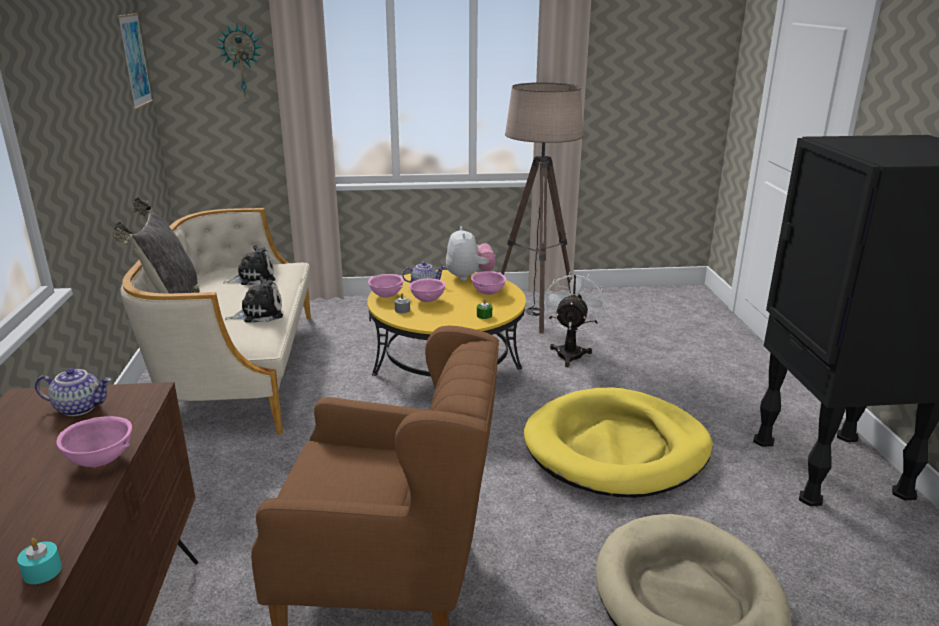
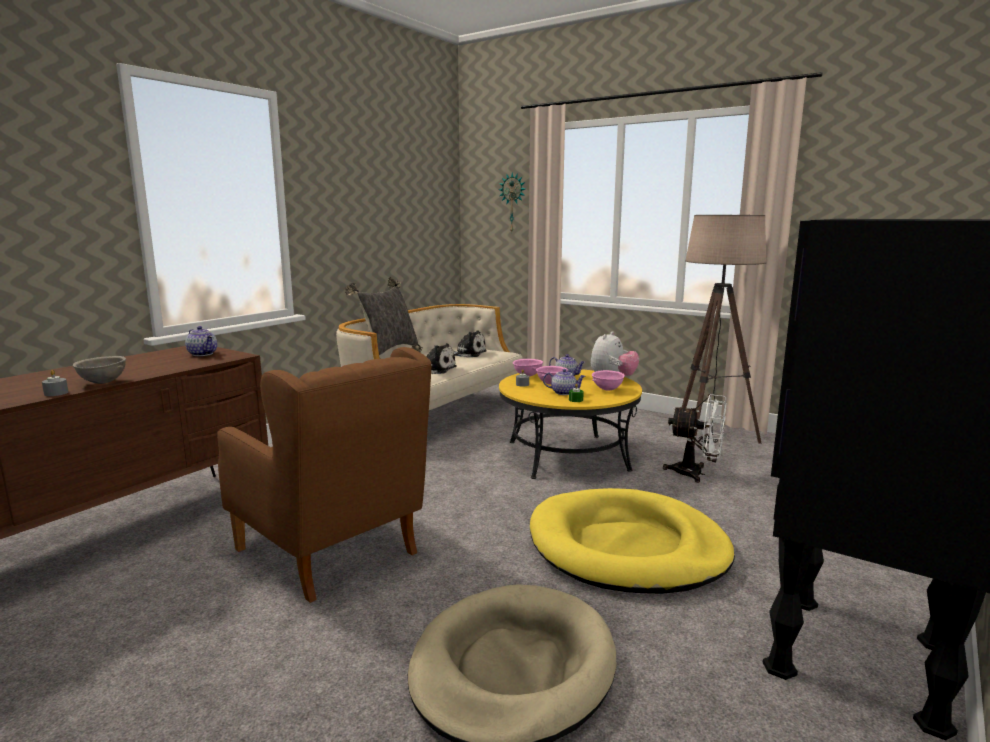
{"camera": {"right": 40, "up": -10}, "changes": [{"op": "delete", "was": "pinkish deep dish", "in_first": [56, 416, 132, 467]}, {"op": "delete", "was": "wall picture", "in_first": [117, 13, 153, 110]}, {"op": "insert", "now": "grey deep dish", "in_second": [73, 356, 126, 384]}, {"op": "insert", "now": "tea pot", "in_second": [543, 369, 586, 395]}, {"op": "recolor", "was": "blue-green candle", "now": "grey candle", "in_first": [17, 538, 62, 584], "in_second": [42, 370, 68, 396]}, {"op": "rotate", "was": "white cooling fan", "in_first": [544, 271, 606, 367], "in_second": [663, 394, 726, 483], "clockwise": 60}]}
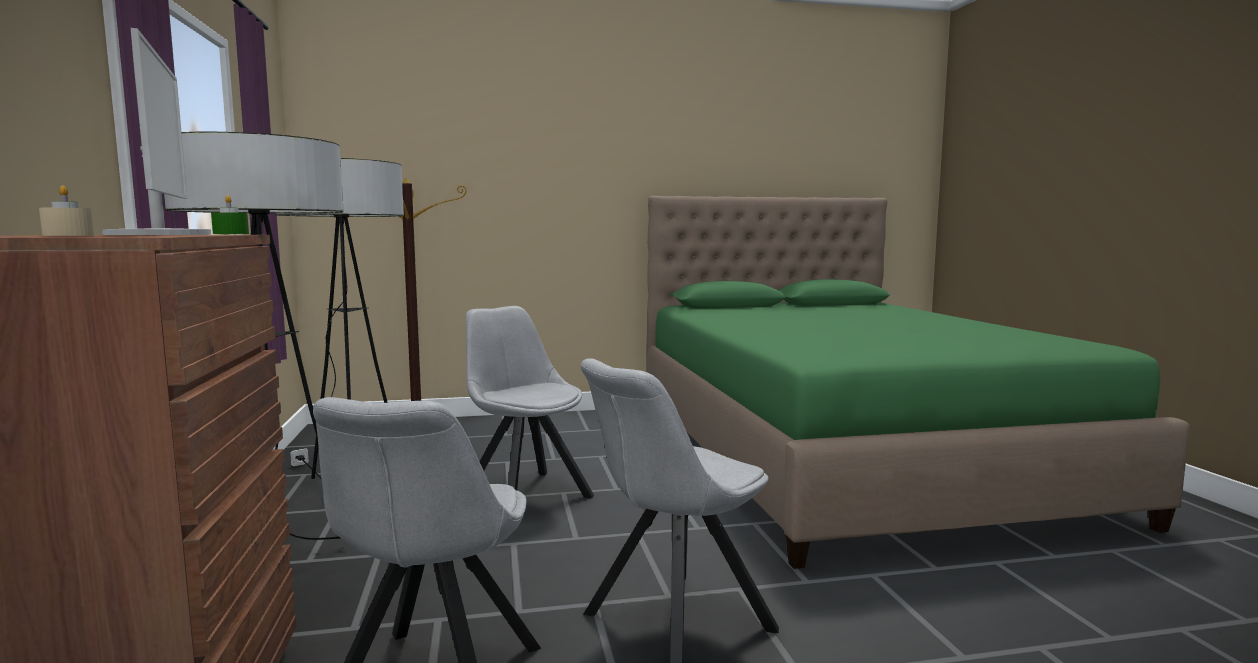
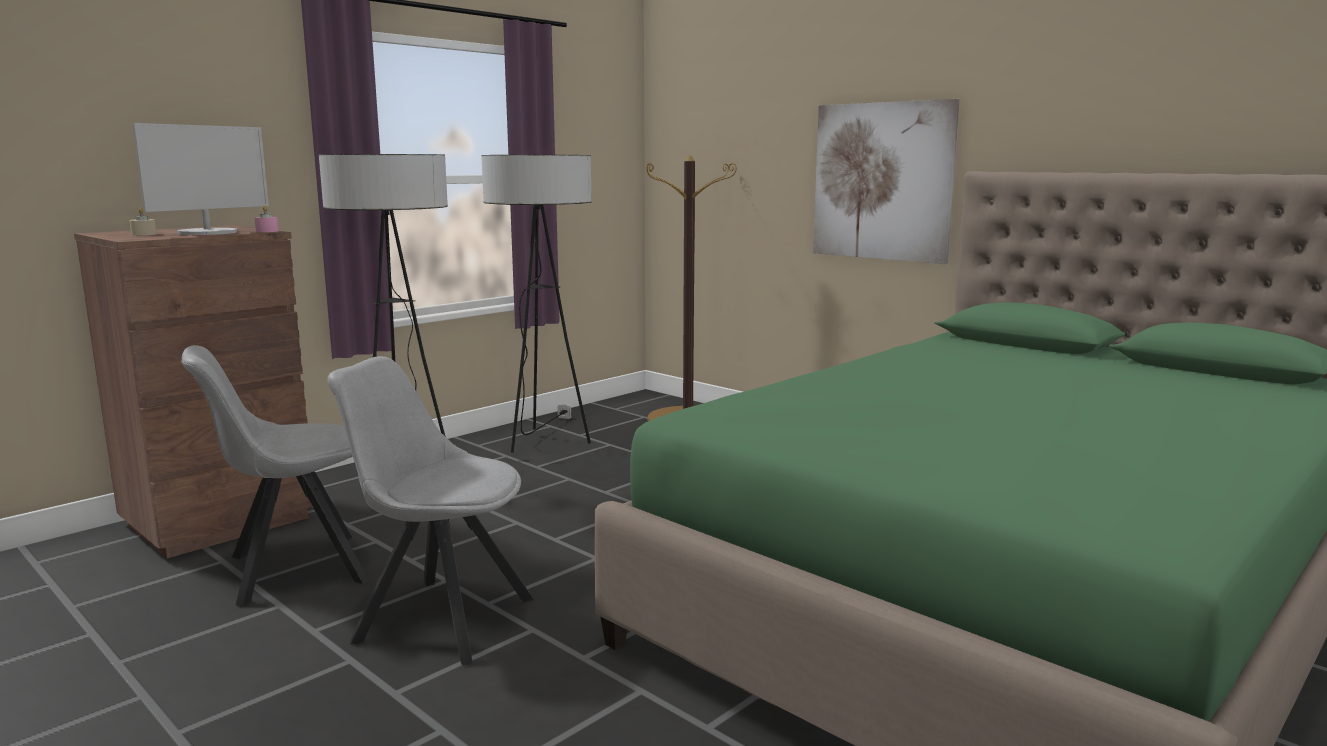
{"camera": {"right": 55, "up": 5}, "changes": [{"op": "delete", "was": "grey upright chair", "in_first": [466, 306, 594, 498]}, {"op": "insert", "now": "wall picture", "in_second": [813, 99, 960, 264]}, {"op": "recolor", "was": "green-coloured candle", "now": "pinkish candle", "in_first": [211, 195, 249, 234], "in_second": [255, 206, 279, 232]}]}
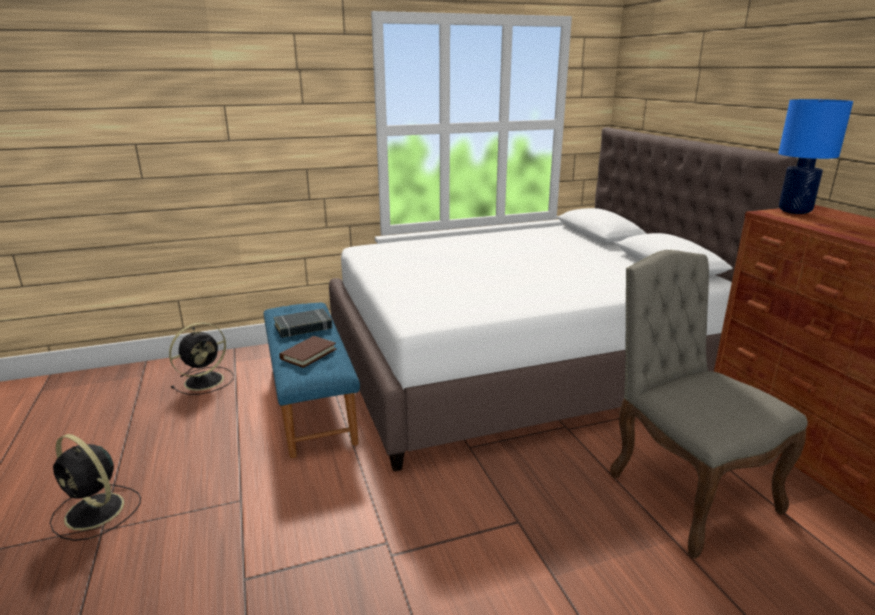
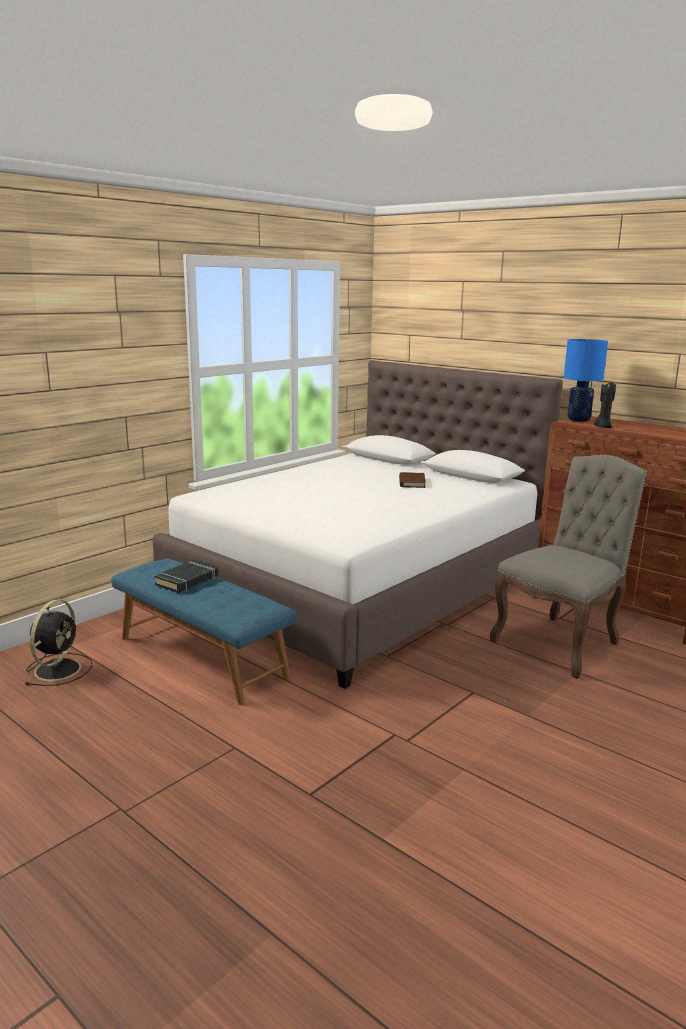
{"camera": {"right": -30, "up": -5}, "changes": [{"op": "delete", "was": "black-coloured cooling fan", "in_first": [50, 434, 141, 541]}, {"op": "insert", "now": "black-coloured candle", "in_second": [594, 382, 616, 428]}, {"op": "move", "was": "brownish volume", "in_first": [279, 336, 336, 368], "in_second": [399, 472, 426, 488]}, {"op": "rotate", "was": "grey upright chair", "in_first": [610, 250, 808, 559], "in_second": [490, 455, 647, 679], "clockwise": 105}]}
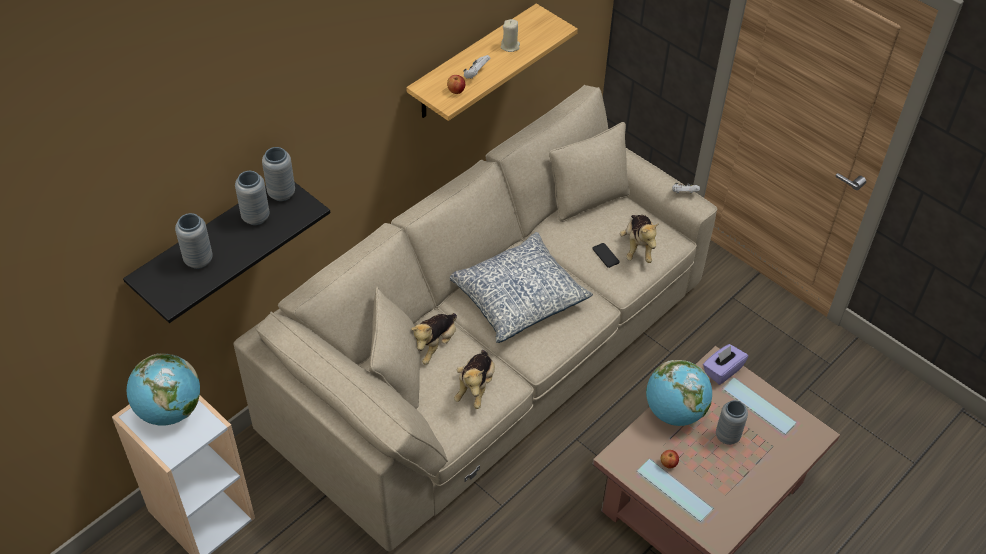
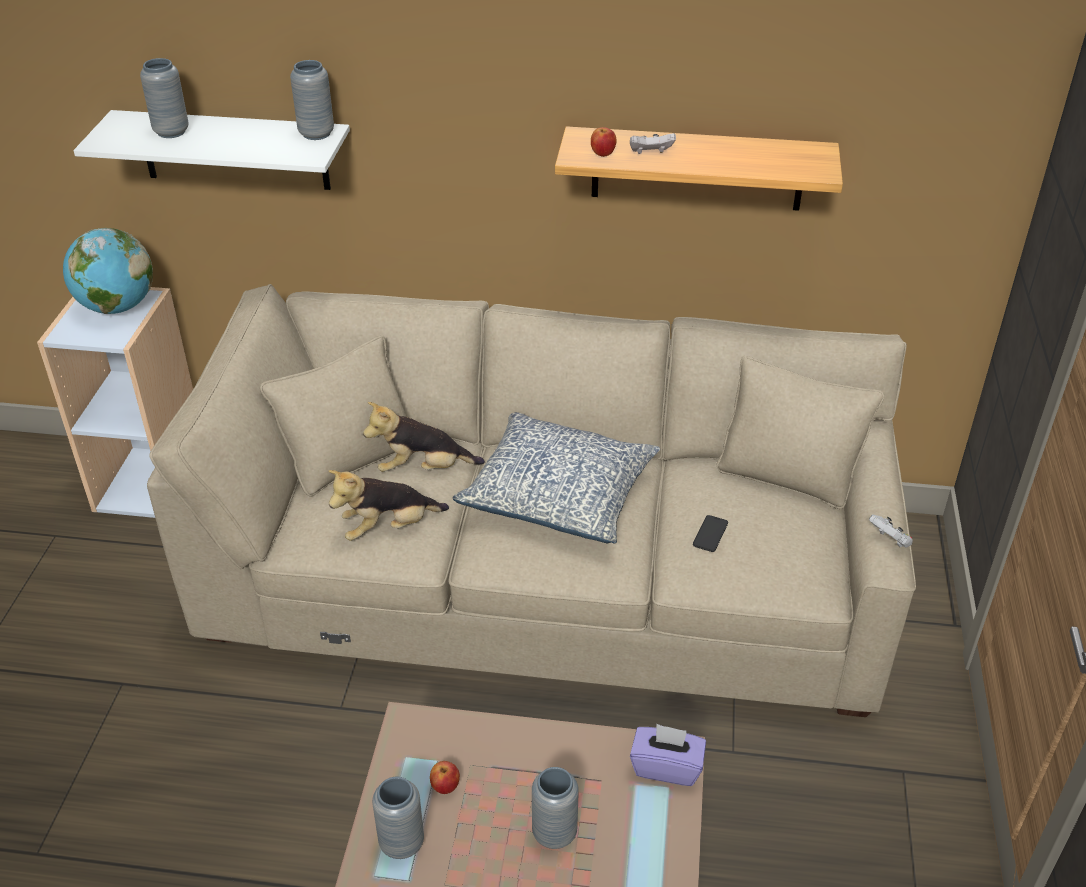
{"camera": {"right": 55, "up": -10}, "changes": [{"op": "delete", "was": "beige candle", "in_first": [501, 19, 520, 52]}, {"op": "delete", "was": "soft toy", "in_first": [620, 215, 659, 263]}, {"op": "delete", "was": "world globe", "in_first": [646, 360, 712, 426]}, {"op": "move", "was": "grey decorative vase", "in_first": [235, 171, 269, 225], "in_second": [372, 777, 424, 859]}, {"op": "recolor", "was": "black-coloured bracket shelf", "now": "white bracket shelf", "in_first": [123, 182, 330, 323], "in_second": [74, 110, 350, 190]}]}
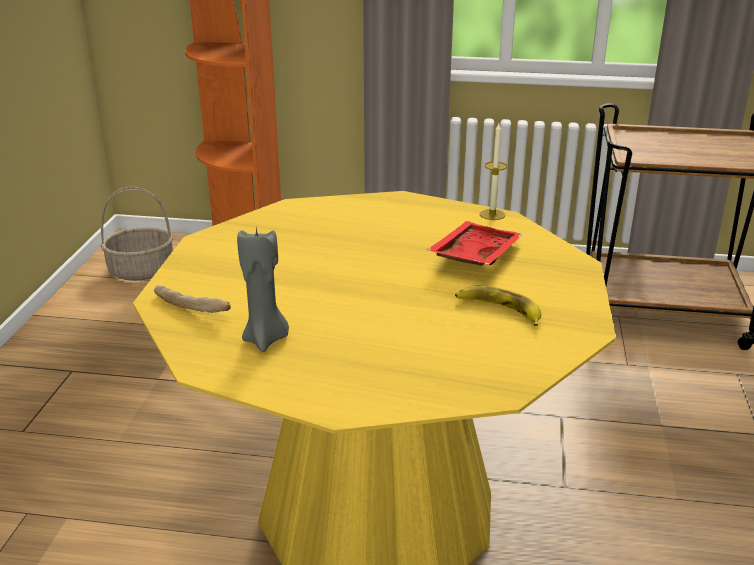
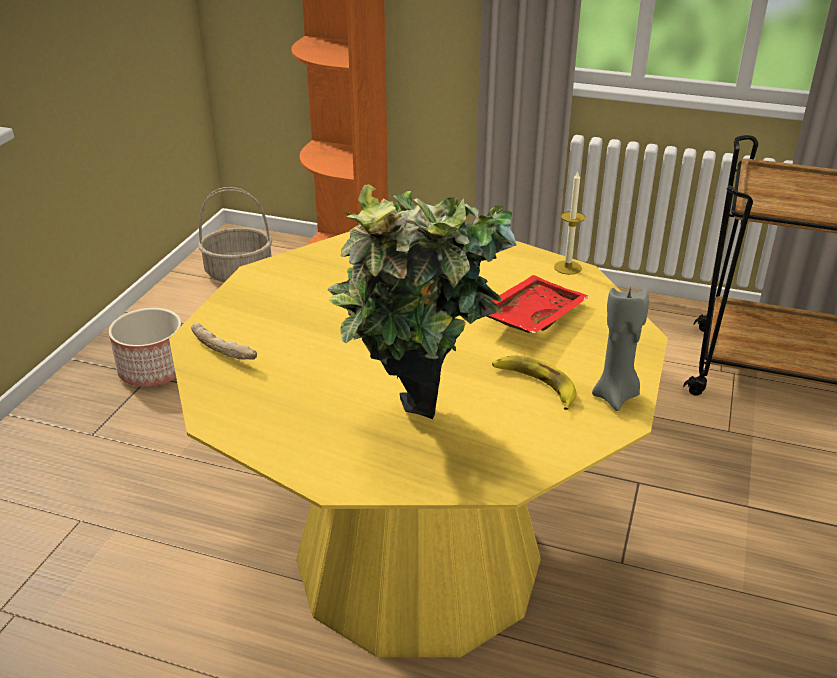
{"camera": {"right": 10, "up": 5}, "changes": [{"op": "insert", "now": "flower pot", "in_second": [109, 308, 182, 387]}, {"op": "insert", "now": "houseplant", "in_second": [327, 184, 517, 419]}, {"op": "move", "was": "grey candle", "in_first": [237, 228, 289, 352], "in_second": [592, 286, 649, 411]}]}
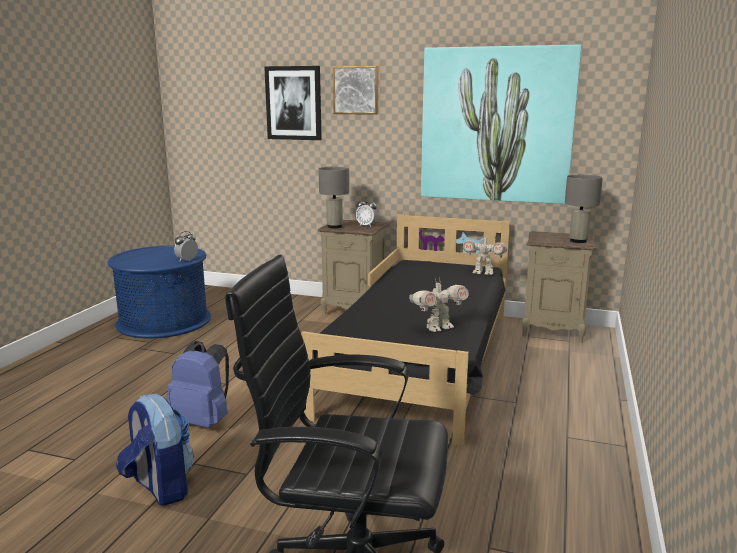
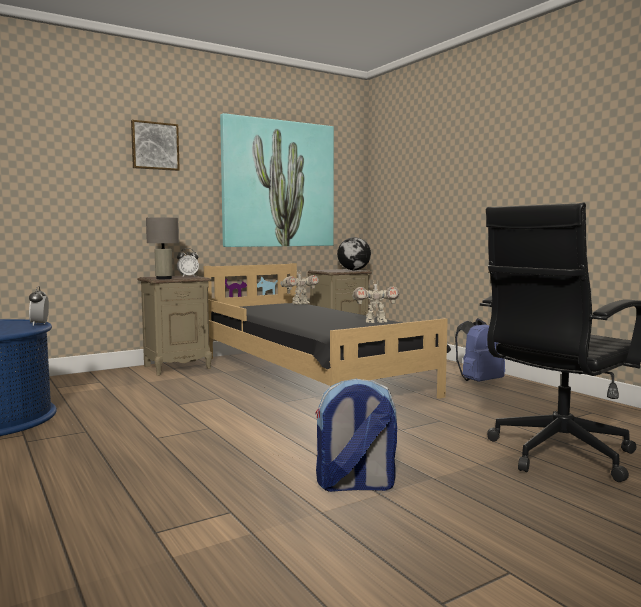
{"camera": {"right": -50, "up": -10}, "changes": [{"op": "delete", "was": "wall picture", "in_first": [264, 66, 322, 140]}, {"op": "move", "was": "blue backpack", "in_first": [166, 341, 229, 428], "in_second": [455, 318, 505, 382]}, {"op": "replace", "was": "grey table lamp", "now": "world globe", "in_first": [565, 175, 603, 243], "in_second": [337, 237, 371, 270]}, {"op": "rotate", "was": "robot figure", "in_first": [409, 279, 469, 332], "in_second": [353, 280, 399, 323], "clockwise": 75}]}
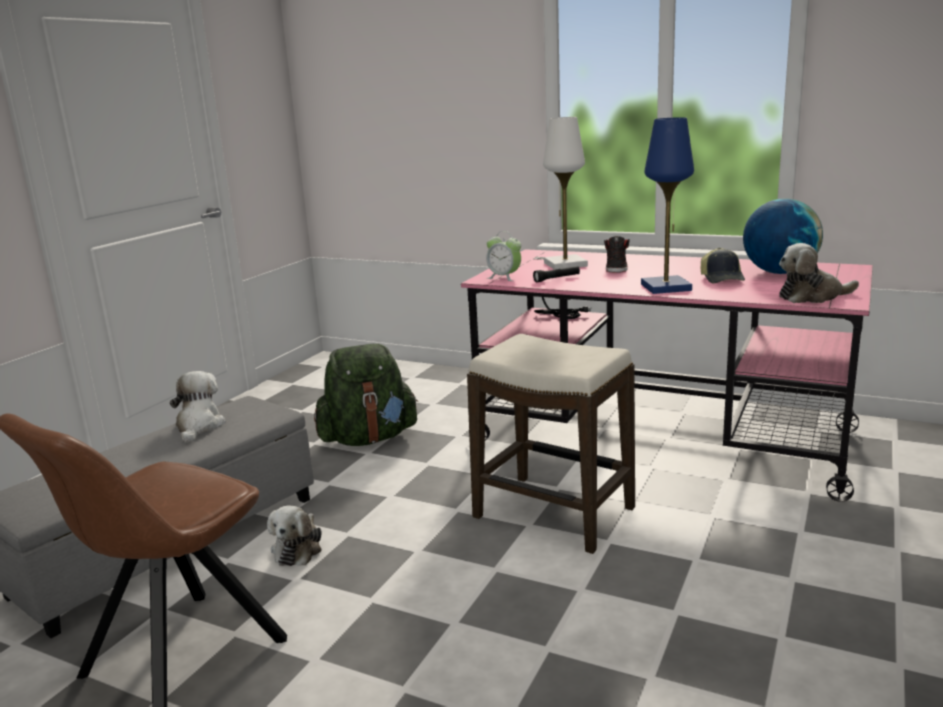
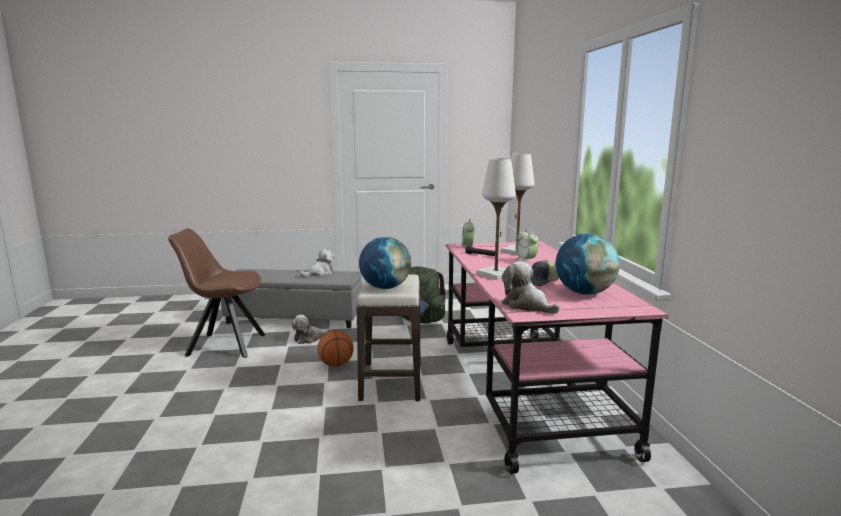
{"camera": {"right": 55, "up": -5}, "changes": [{"op": "insert", "now": "ball for basketball", "in_second": [317, 330, 354, 367]}, {"op": "insert", "now": "world globe", "in_second": [359, 237, 411, 289]}, {"op": "replace", "was": "black-coloured shoe", "now": "bedside clock", "in_first": [604, 236, 630, 272], "in_second": [515, 229, 538, 264]}, {"op": "recolor", "was": "blue table lamp", "now": "white table lamp", "in_first": [641, 117, 694, 294], "in_second": [476, 158, 516, 280]}]}
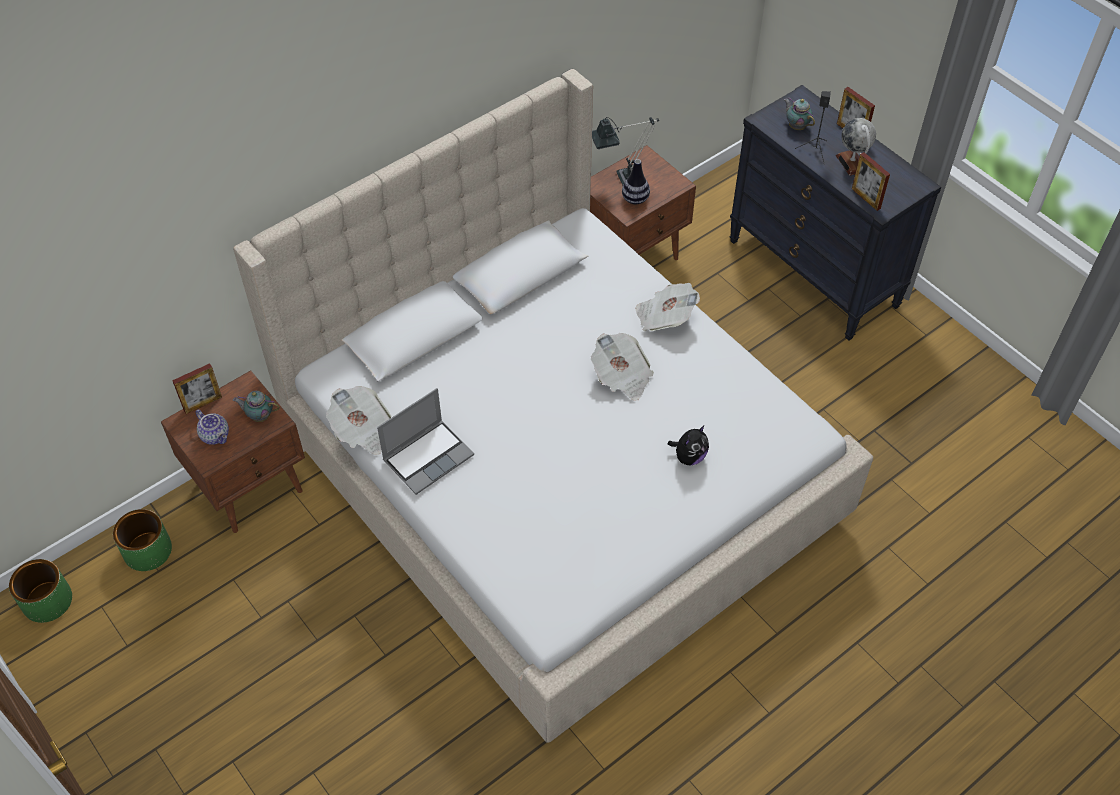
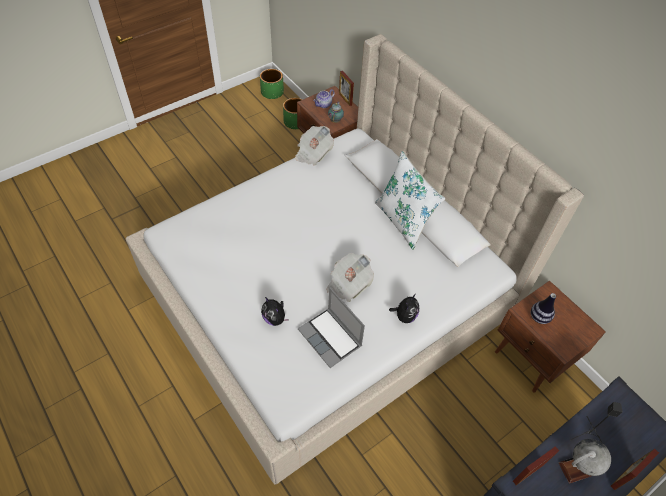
{"camera": {"right": 90, "up": 0}, "changes": [{"op": "delete", "was": "table lamp", "in_first": [592, 117, 659, 185]}, {"op": "delete", "was": "tea pot", "in_first": [784, 97, 815, 130]}, {"op": "insert", "now": "white cushion", "in_second": [375, 151, 445, 250]}, {"op": "move", "was": "notebook computer", "in_first": [377, 388, 474, 495], "in_second": [298, 288, 365, 368]}, {"op": "replace", "was": "printed paper", "now": "soft toy", "in_first": [635, 283, 700, 331], "in_second": [389, 295, 419, 323]}]}
